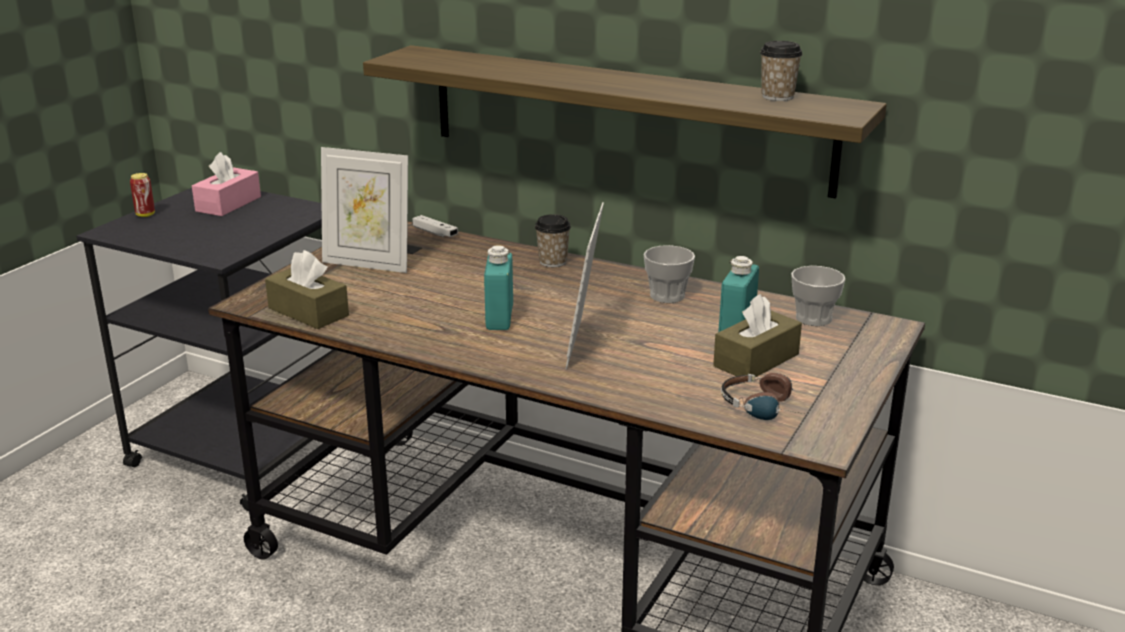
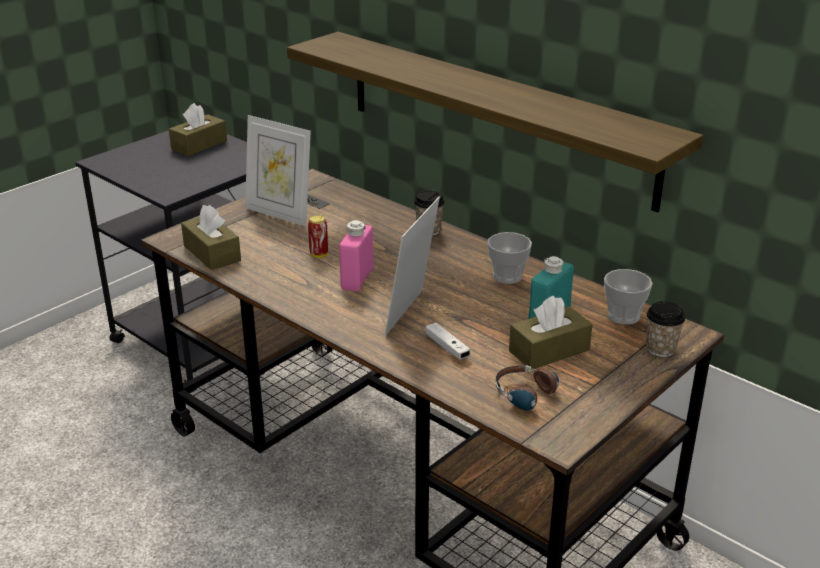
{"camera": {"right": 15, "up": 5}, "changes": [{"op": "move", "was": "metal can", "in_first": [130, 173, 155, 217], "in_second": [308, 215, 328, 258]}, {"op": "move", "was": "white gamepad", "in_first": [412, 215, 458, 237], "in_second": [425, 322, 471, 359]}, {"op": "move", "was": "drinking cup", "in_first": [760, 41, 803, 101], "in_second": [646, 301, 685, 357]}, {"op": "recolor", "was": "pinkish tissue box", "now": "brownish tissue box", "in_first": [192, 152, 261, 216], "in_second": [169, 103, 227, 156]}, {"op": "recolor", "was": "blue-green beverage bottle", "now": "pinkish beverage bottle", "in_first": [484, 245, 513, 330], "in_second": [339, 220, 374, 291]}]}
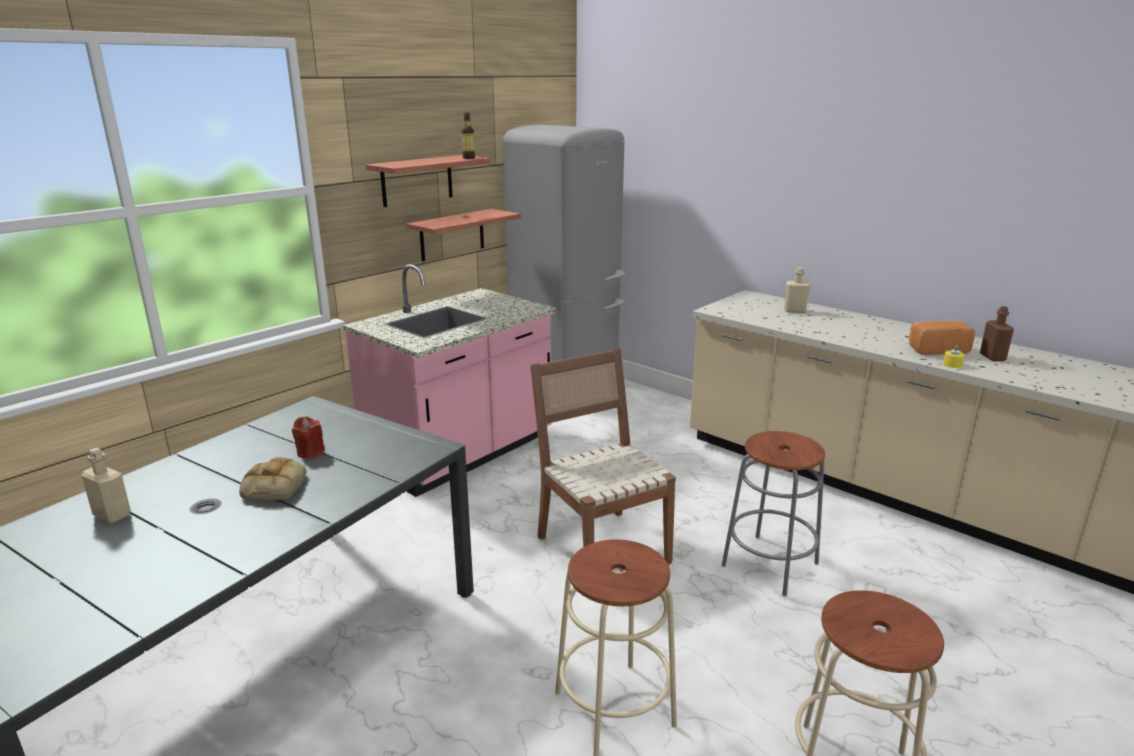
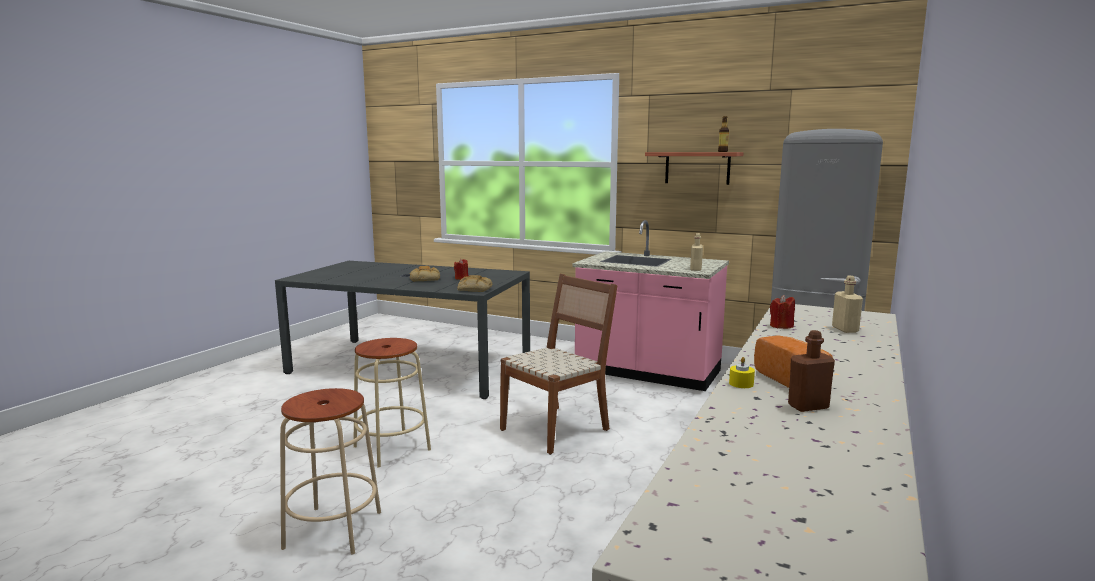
{"camera": {"right": 75, "up": -10}, "changes": [{"op": "delete", "was": "bracket shelf", "in_first": [407, 209, 521, 261]}, {"op": "delete", "was": "grey stool", "in_first": [722, 431, 825, 596]}, {"op": "insert", "now": "baked bread", "in_second": [457, 275, 492, 292]}, {"op": "insert", "now": "reddish candle", "in_second": [770, 295, 795, 329]}, {"op": "move", "was": "beige beverage bottle", "in_first": [81, 448, 131, 523], "in_second": [690, 233, 703, 271]}]}
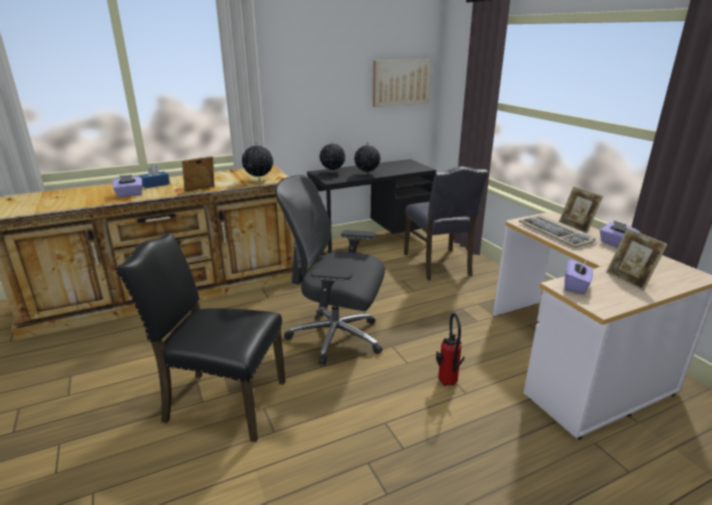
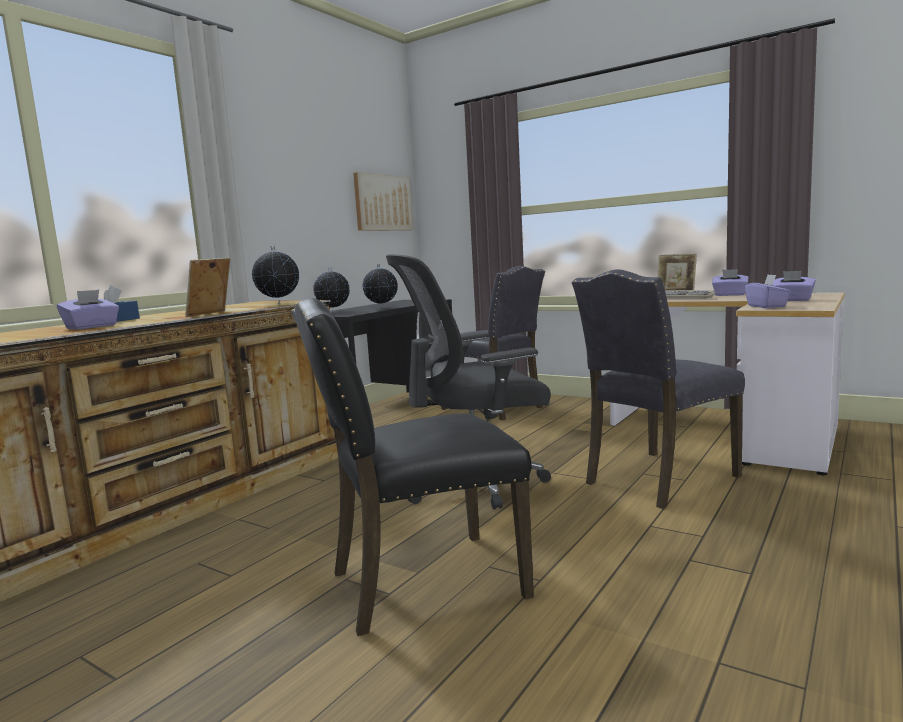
{"camera": {"right": -30, "up": -15}, "changes": [{"op": "replace", "was": "extinguisher", "now": "grey upright chair", "in_first": [436, 313, 465, 386], "in_second": [572, 269, 745, 509]}, {"op": "replace", "was": "standing frame", "now": "purplish tissue box", "in_first": [606, 228, 668, 291], "in_second": [772, 271, 816, 301]}]}
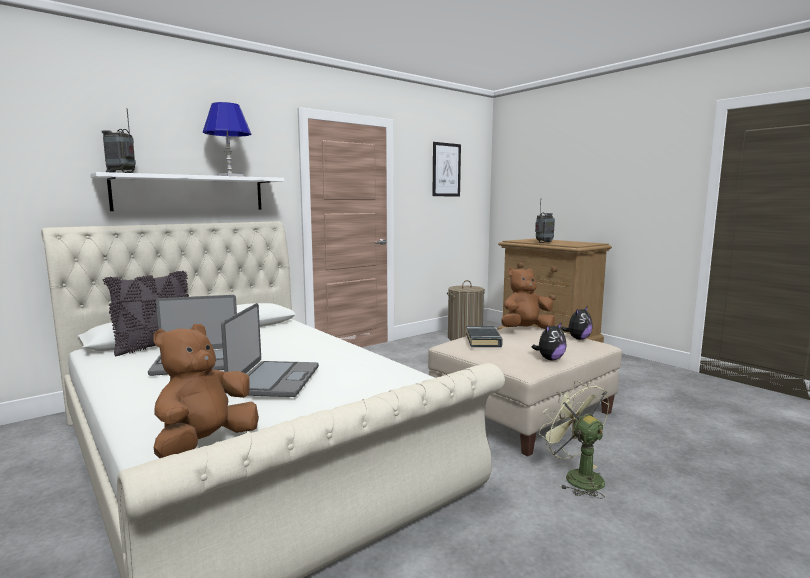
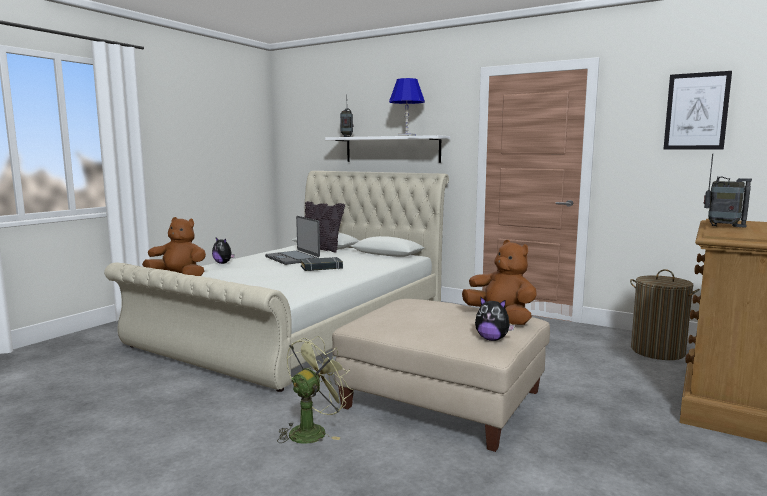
{"camera": {"right": 70, "up": 0}, "changes": [{"op": "delete", "was": "notebook computer", "in_first": [221, 303, 319, 397]}, {"op": "move", "was": "black-coloured volume", "in_first": [466, 326, 503, 347], "in_second": [301, 257, 343, 271]}, {"op": "move", "was": "soft toy", "in_first": [532, 322, 567, 360], "in_second": [212, 238, 235, 264]}]}
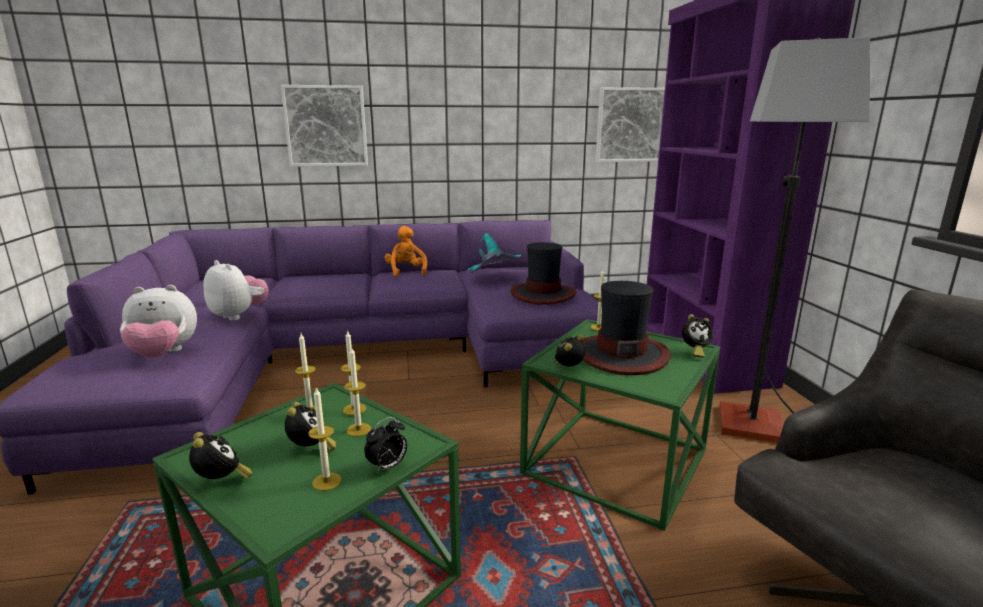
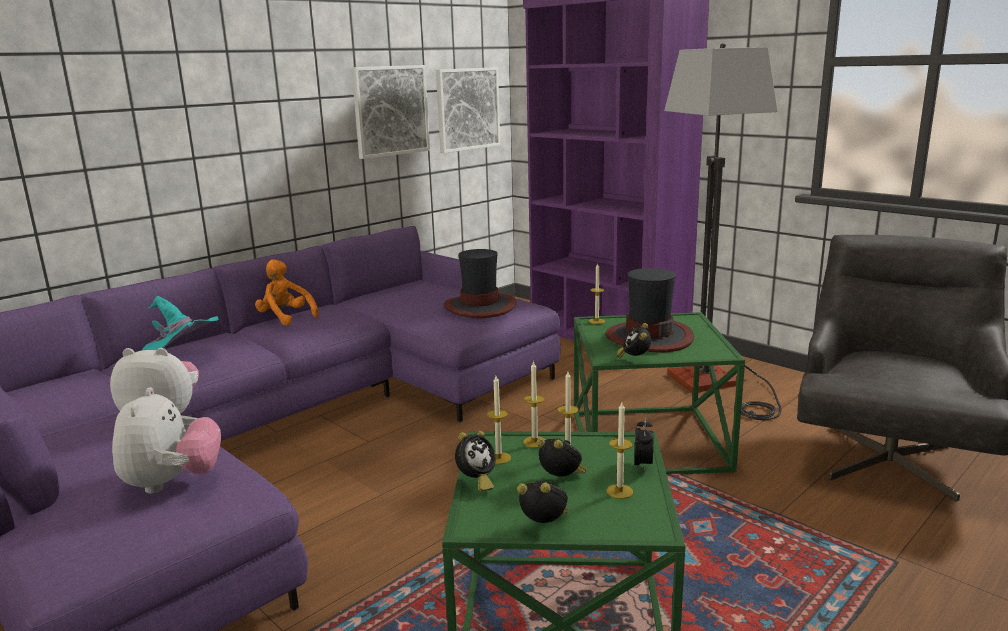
{"camera": {"right": -35, "up": 0}, "changes": [{"op": "move", "was": "wall picture", "in_first": [281, 85, 368, 167], "in_second": [351, 65, 430, 159]}, {"op": "move", "was": "blue-green wearable hat", "in_first": [467, 233, 521, 273], "in_second": [141, 296, 219, 351]}, {"op": "move", "was": "bedside clock", "in_first": [682, 314, 713, 358], "in_second": [455, 431, 496, 492]}, {"op": "rotate", "was": "soft toy", "in_first": [120, 285, 197, 358], "in_second": [112, 387, 221, 494], "clockwise": -45}]}
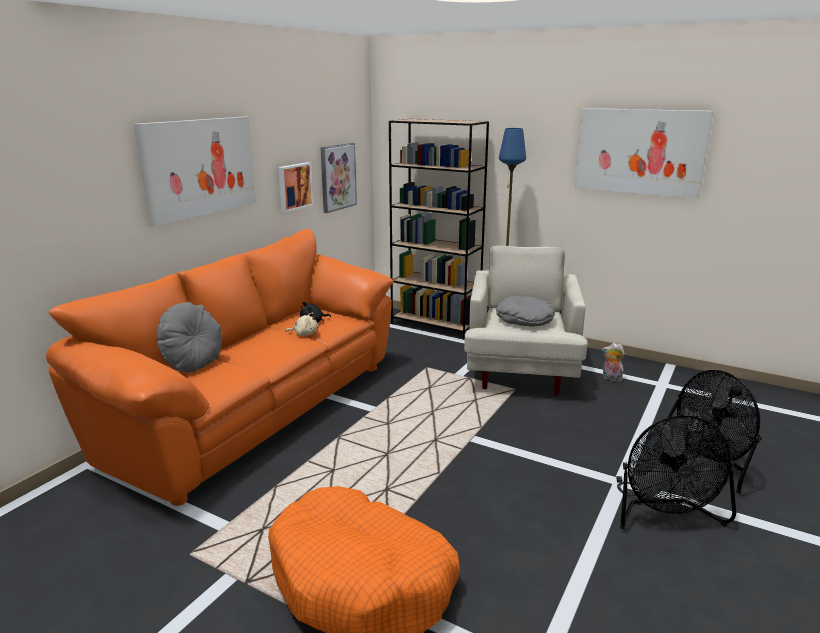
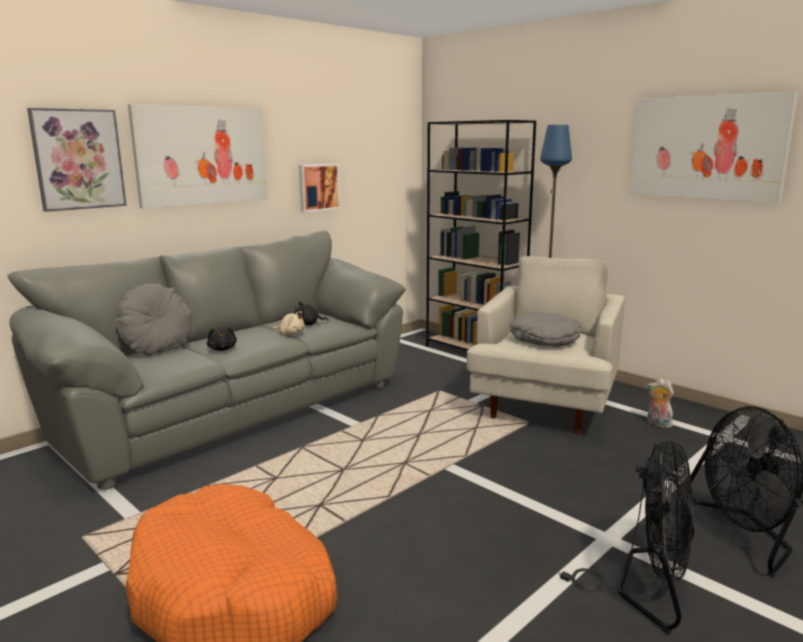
{"camera": {"right": 15, "up": -5}, "changes": [{"op": "insert", "now": "black-coloured soft toy", "in_second": [207, 327, 237, 351]}, {"op": "move", "was": "wall picture", "in_first": [320, 143, 357, 213], "in_second": [27, 108, 127, 212]}, {"op": "recolor", "was": "orangey couch", "now": "grey couch", "in_first": [46, 229, 394, 506], "in_second": [7, 231, 406, 490]}, {"op": "rotate", "was": "black-coloured cooling fan", "in_first": [616, 415, 736, 529], "in_second": [559, 440, 694, 635], "clockwise": -75}]}
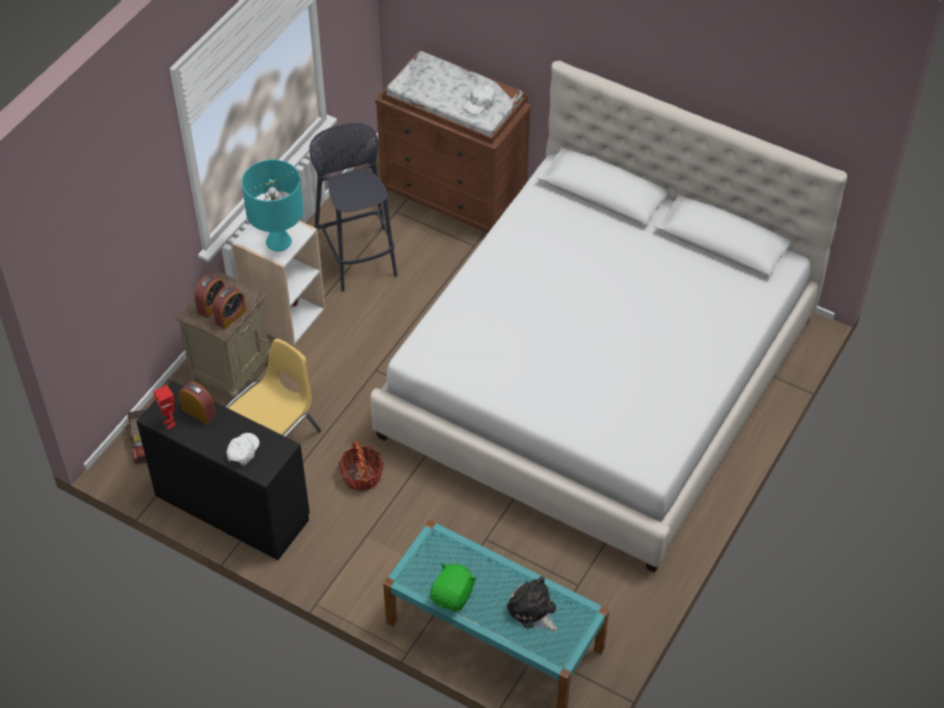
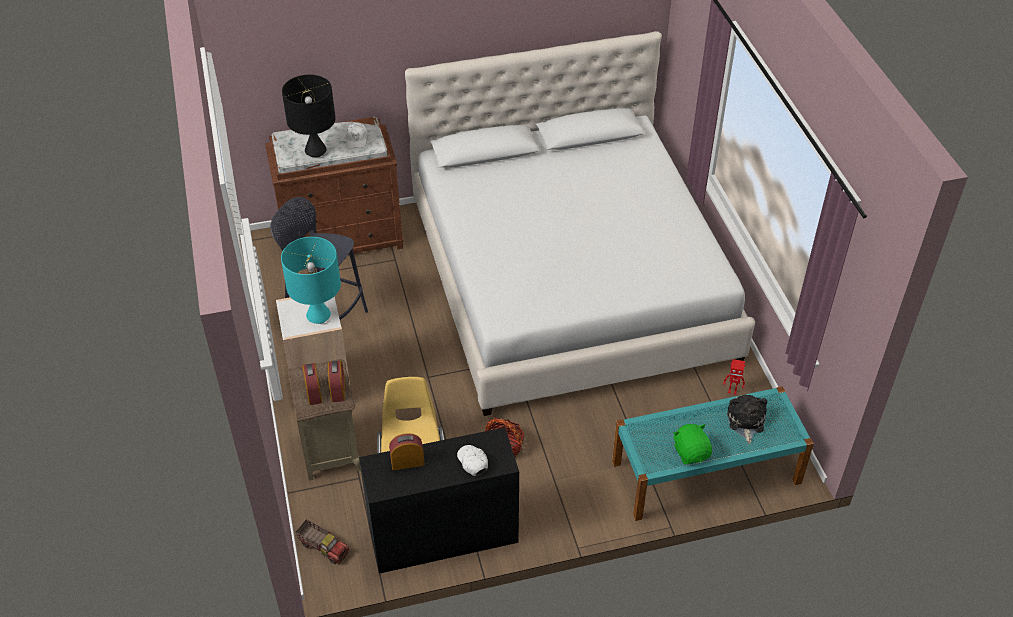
{"camera": {"right": -45, "up": -5}, "changes": [{"op": "insert", "now": "black-coloured table lamp", "in_second": [282, 75, 336, 158]}, {"op": "move", "was": "robot figure", "in_first": [153, 385, 176, 430], "in_second": [723, 359, 745, 395]}, {"op": "rotate", "was": "soft toy", "in_first": [507, 576, 558, 631], "in_second": [727, 395, 767, 444], "clockwise": 90}]}
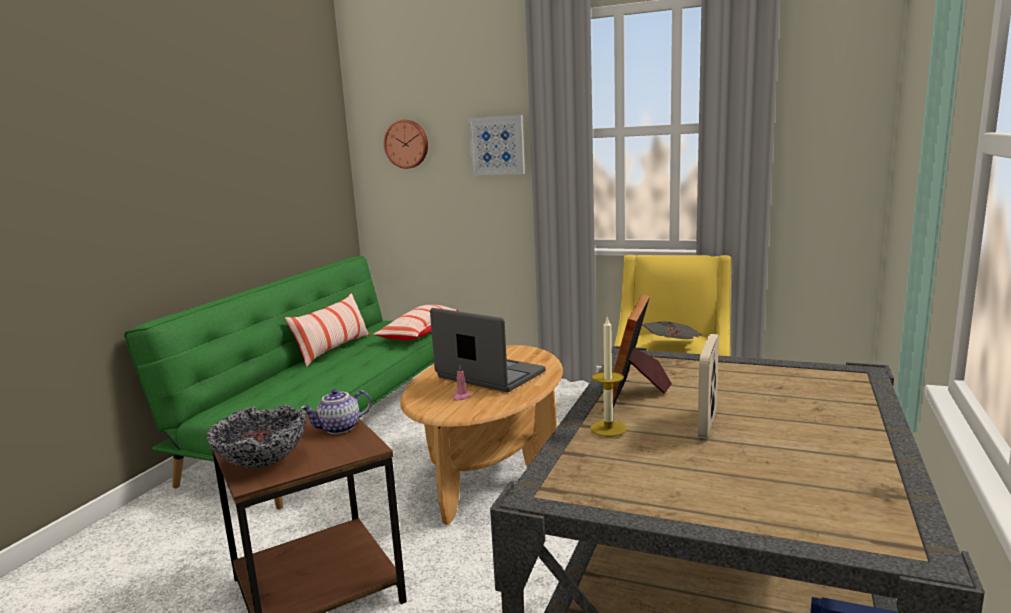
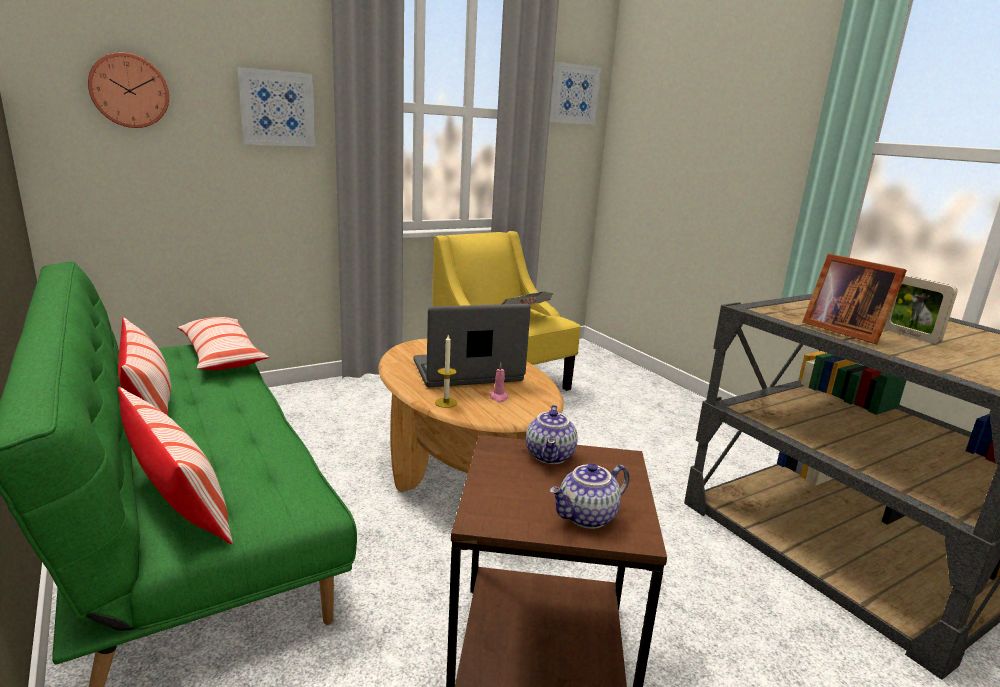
{"camera": {"right": -55, "up": 5}, "changes": [{"op": "insert", "now": "cushion", "in_second": [118, 387, 233, 544]}, {"op": "insert", "now": "wall picture", "in_second": [550, 62, 601, 125]}, {"op": "move", "was": "candle", "in_first": [591, 318, 627, 437], "in_second": [435, 334, 457, 408]}, {"op": "replace", "was": "deep dish", "now": "tea pot", "in_first": [206, 404, 306, 468], "in_second": [550, 463, 630, 529]}]}
